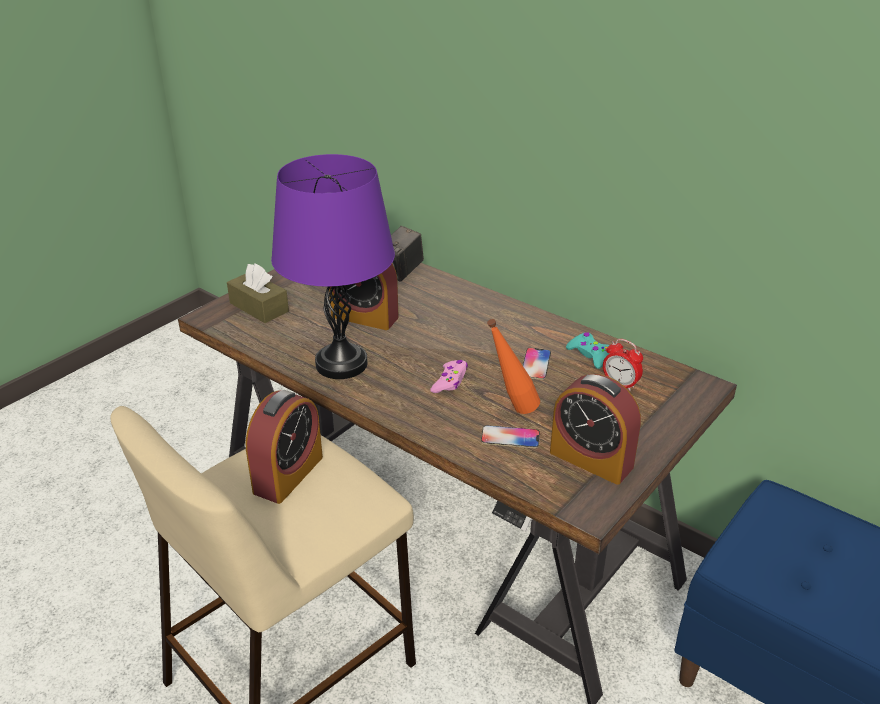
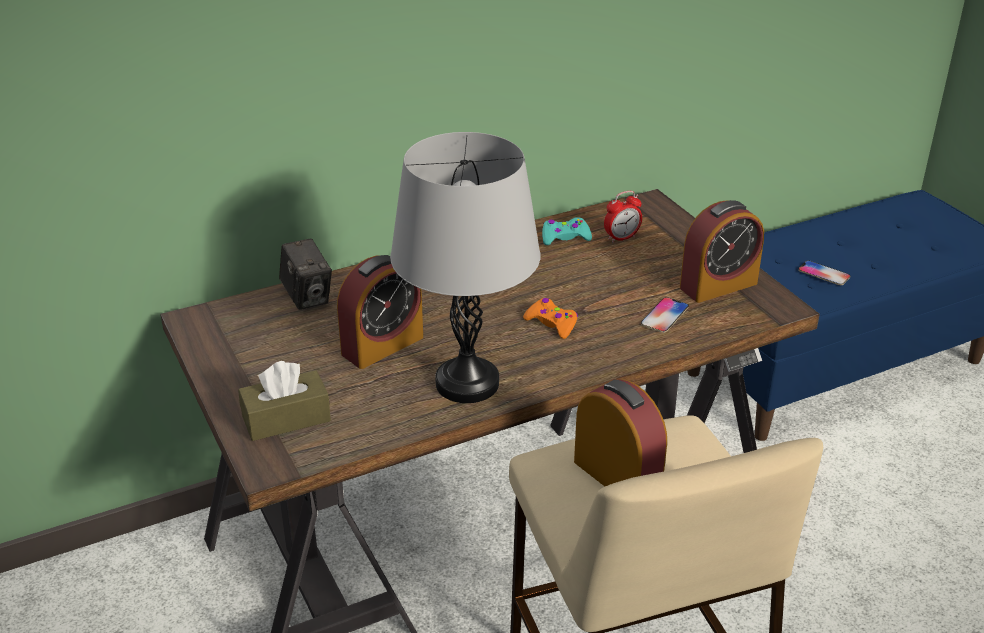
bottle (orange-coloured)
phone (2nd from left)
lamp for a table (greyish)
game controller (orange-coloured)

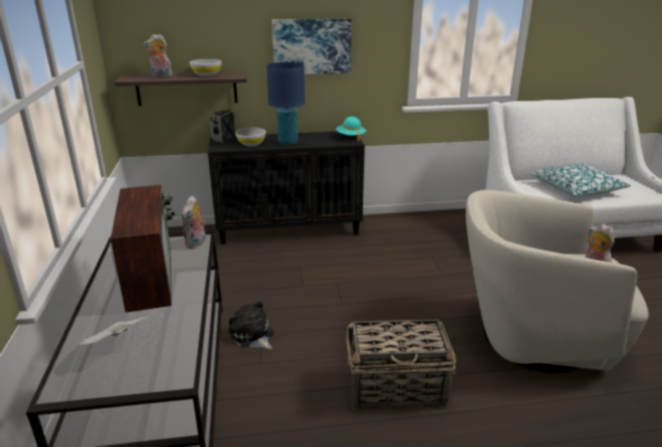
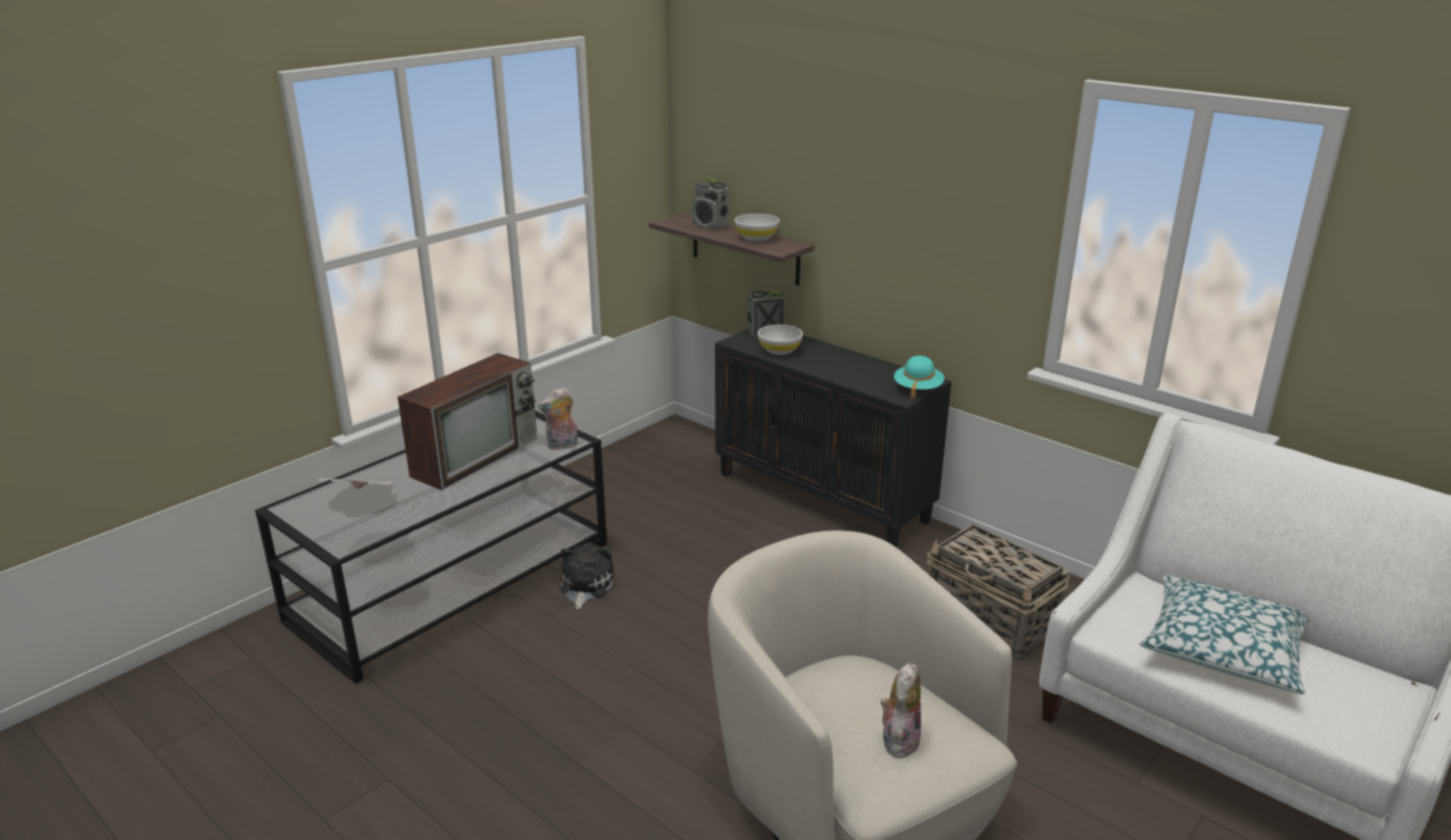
lamp for a table (blue)
picture
household basket
radio set (1st from left)

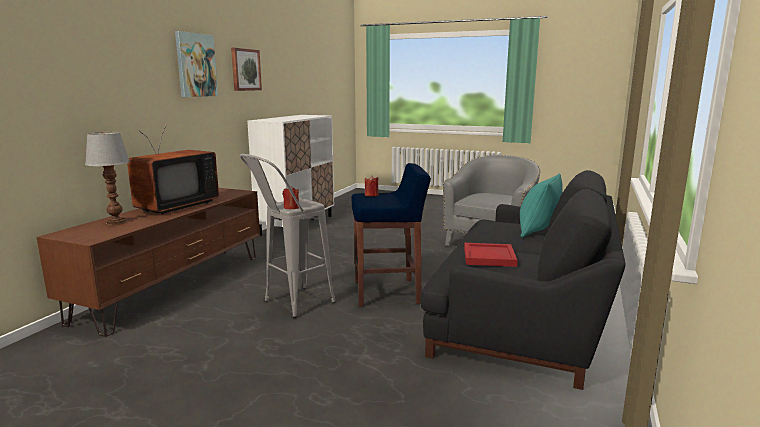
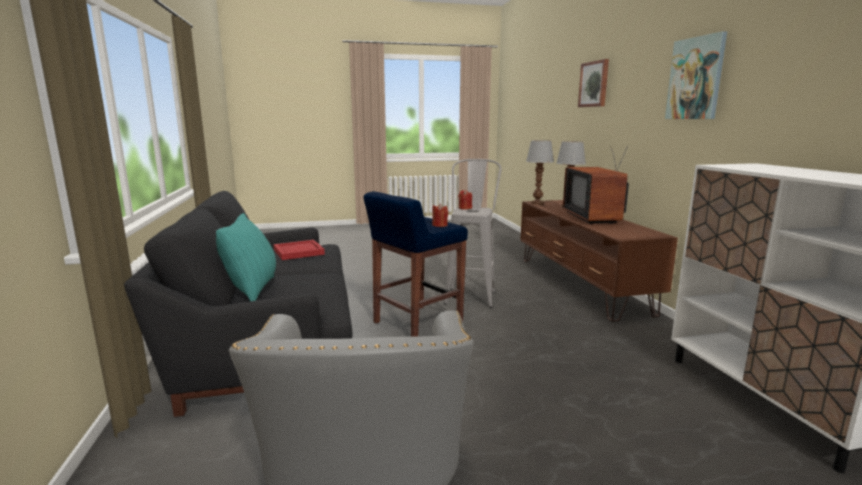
lamp for a table (1st from left)
picture (1st from left)

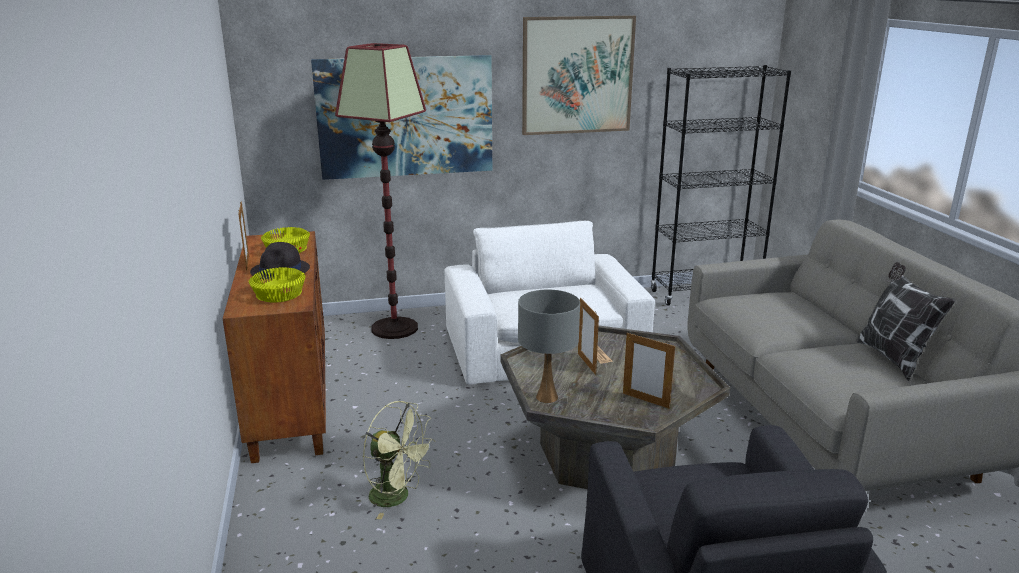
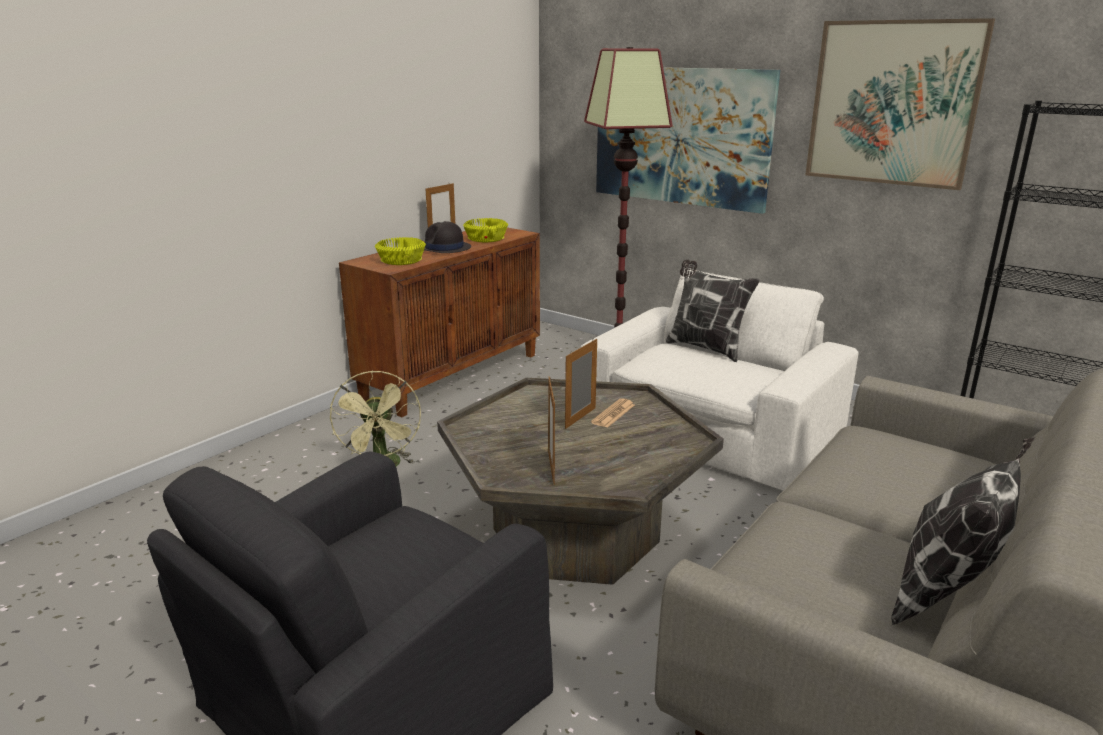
lamp for a table (greyish)
throw pillow (1st from left)

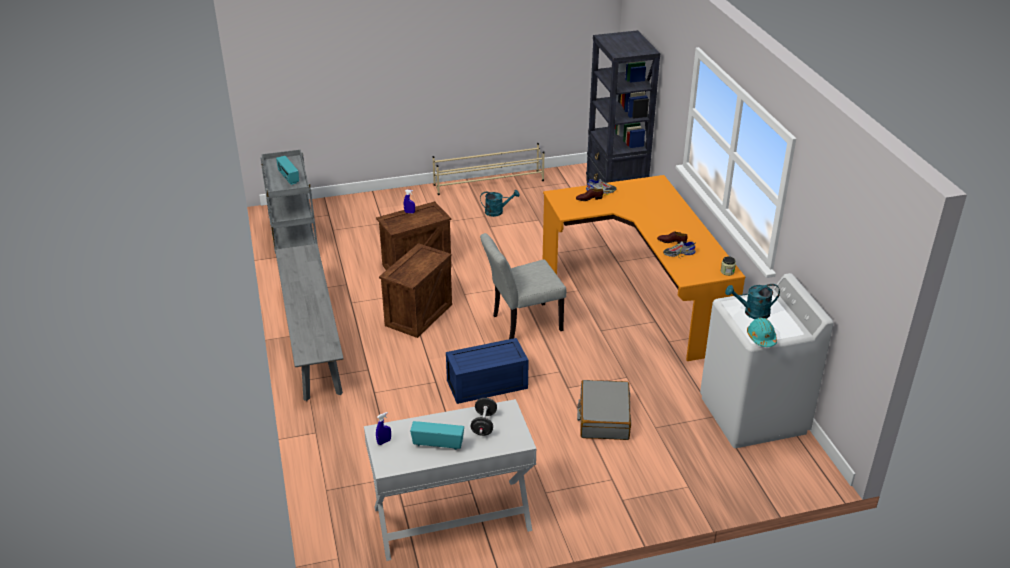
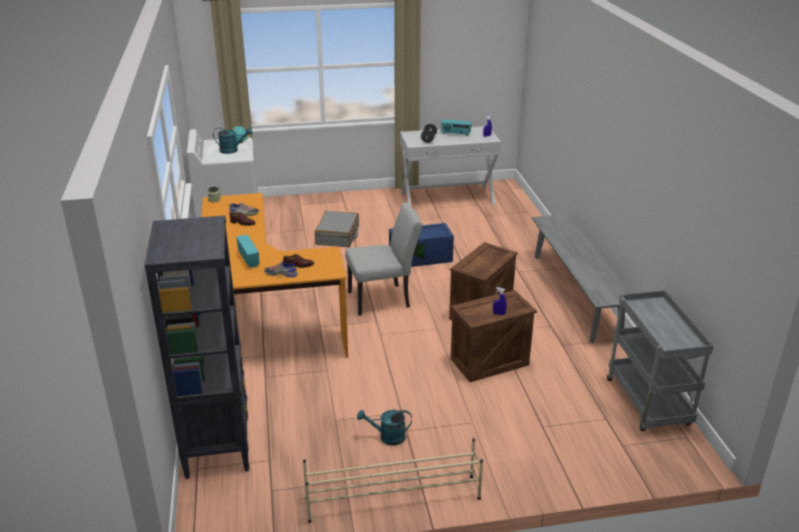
radio set (1st from left)

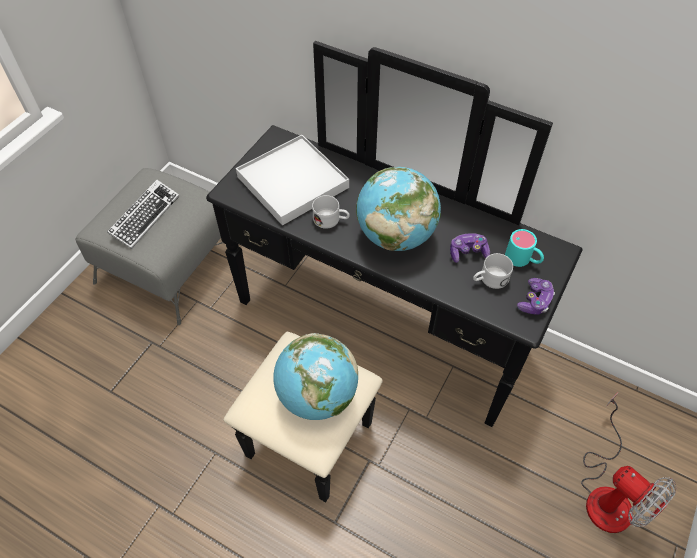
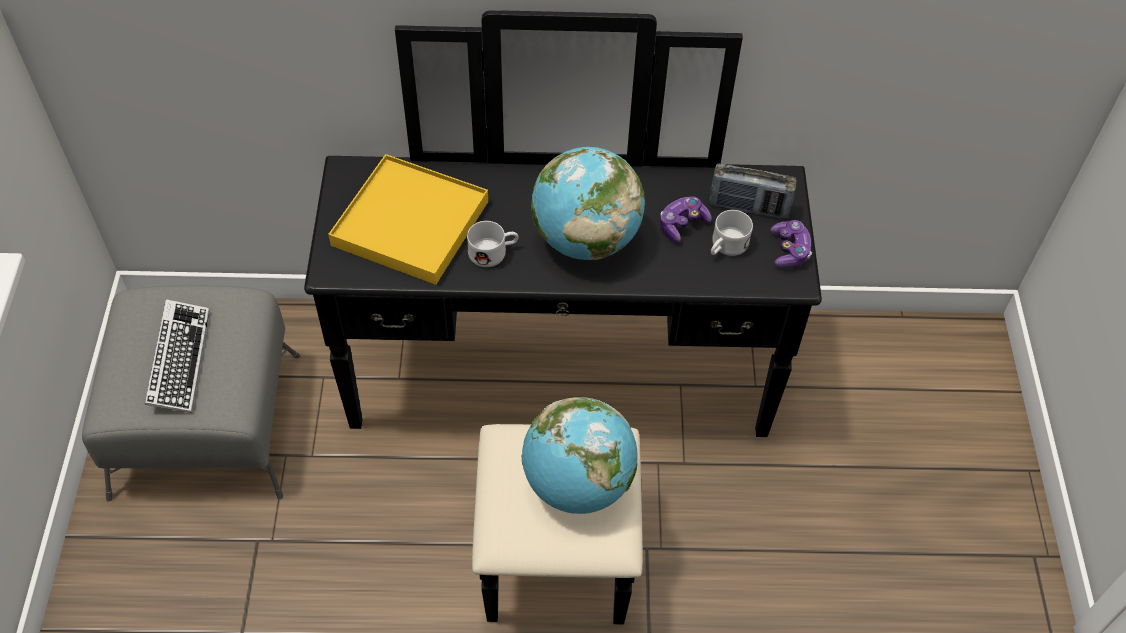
electric fan
radio set
serving tray (yellow-coloured)

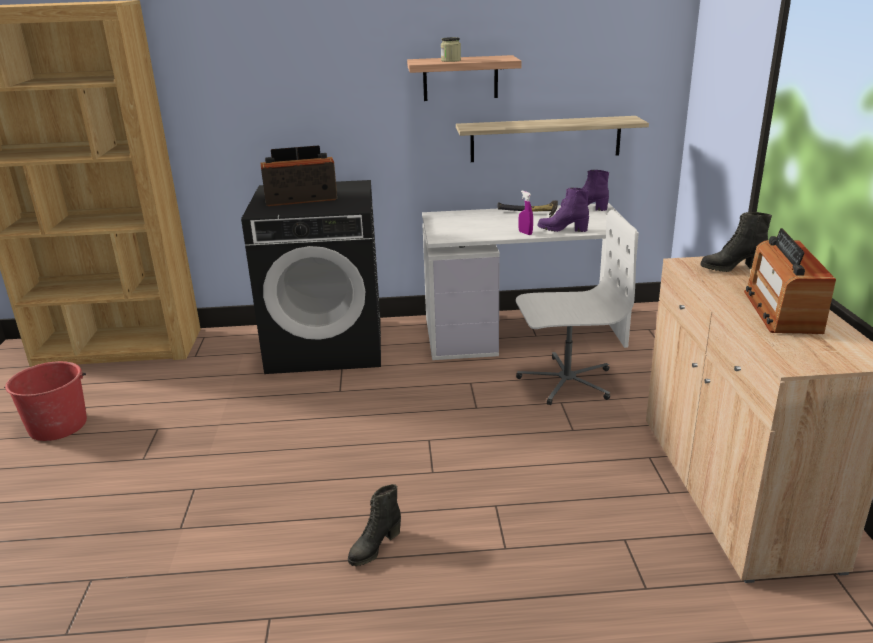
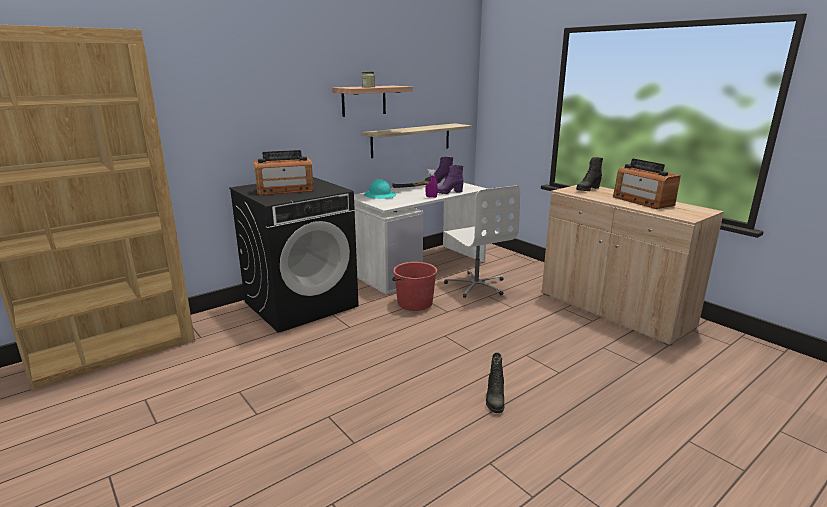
hard hat (turquoise-coloured)
pail (reddish)
radio set (1st from left)
office chair (whitish)

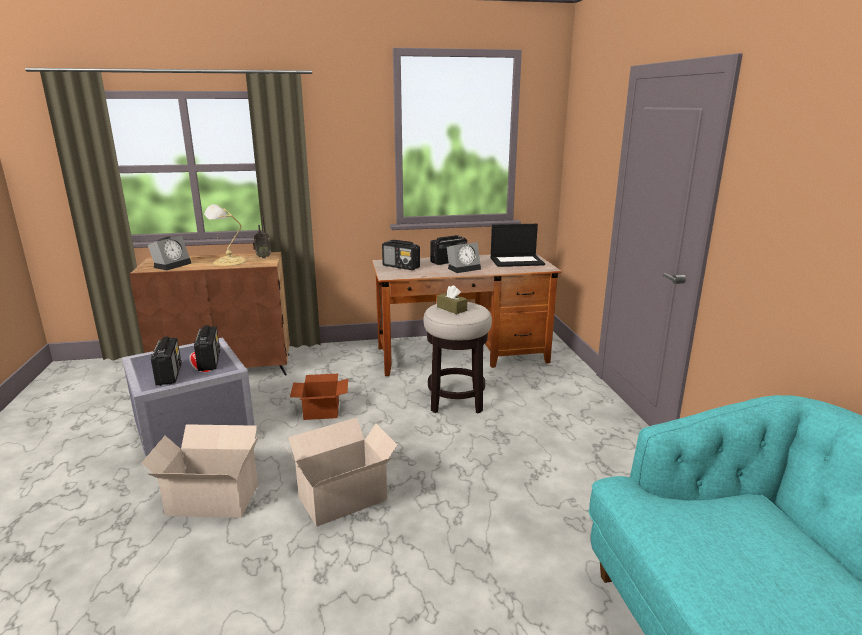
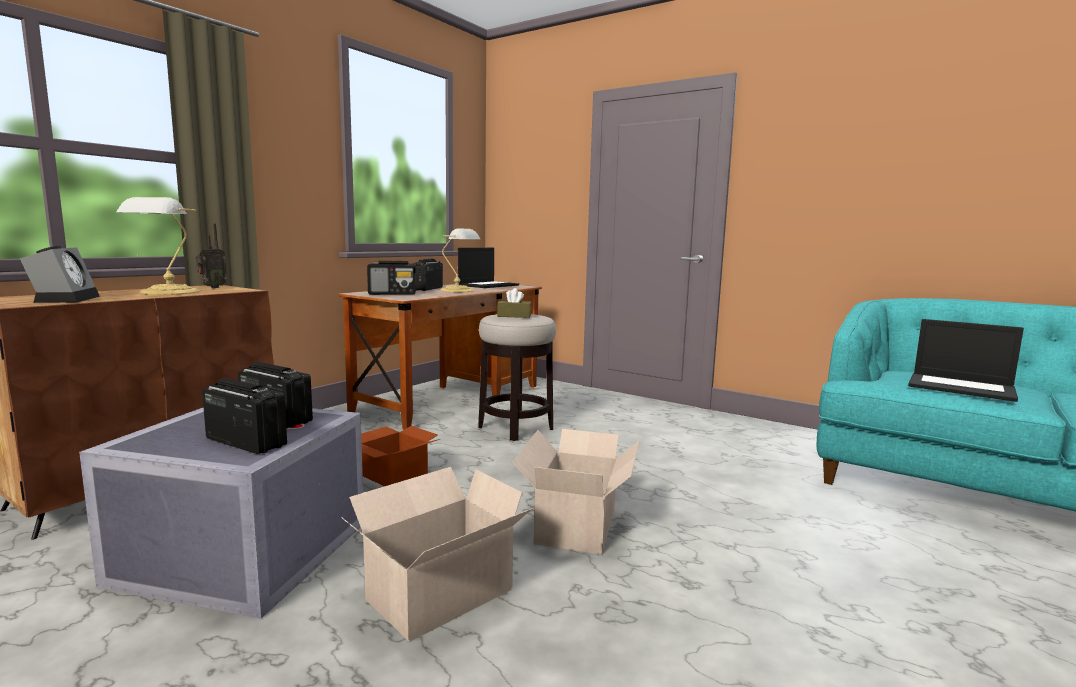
notebook computer (2nd from left)
lamp for a table (2nd from left)

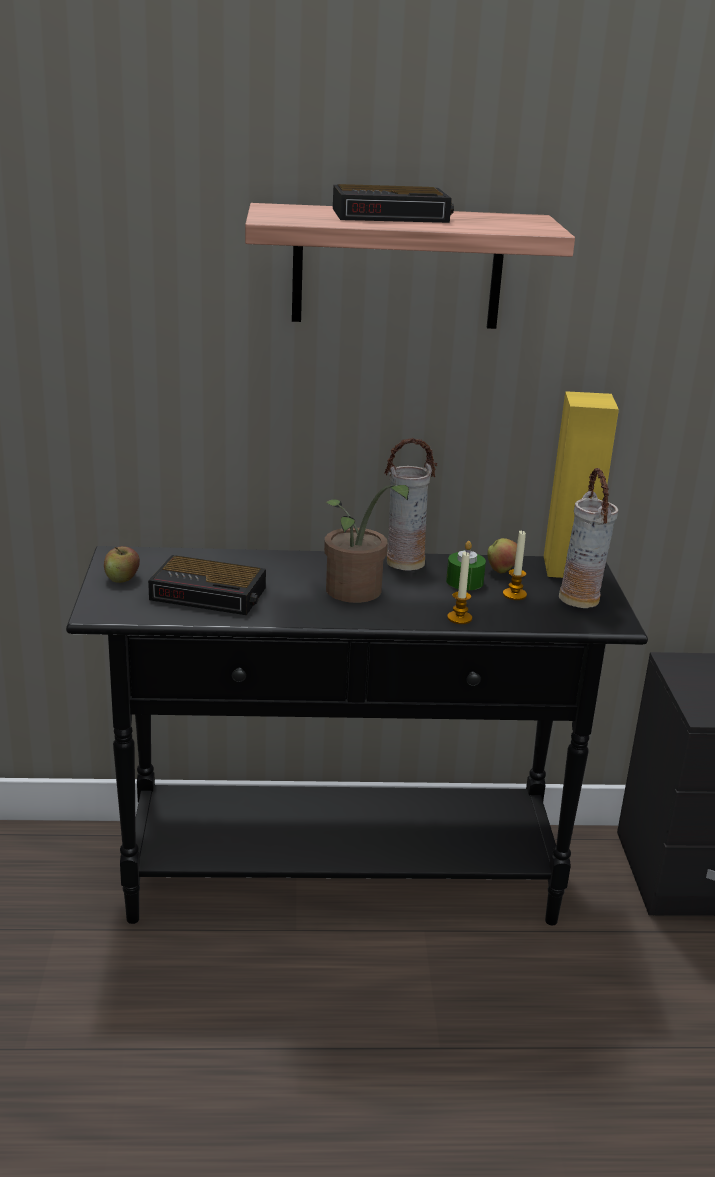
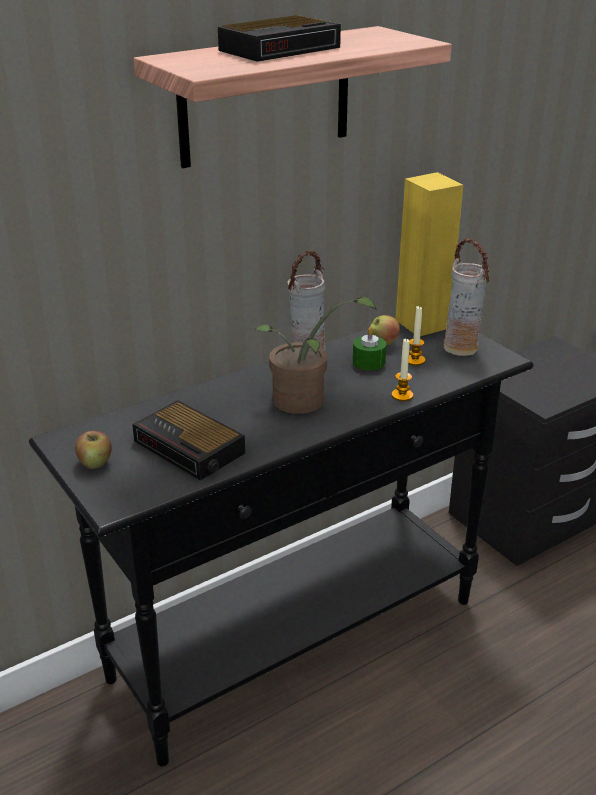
table clock (1st from left)

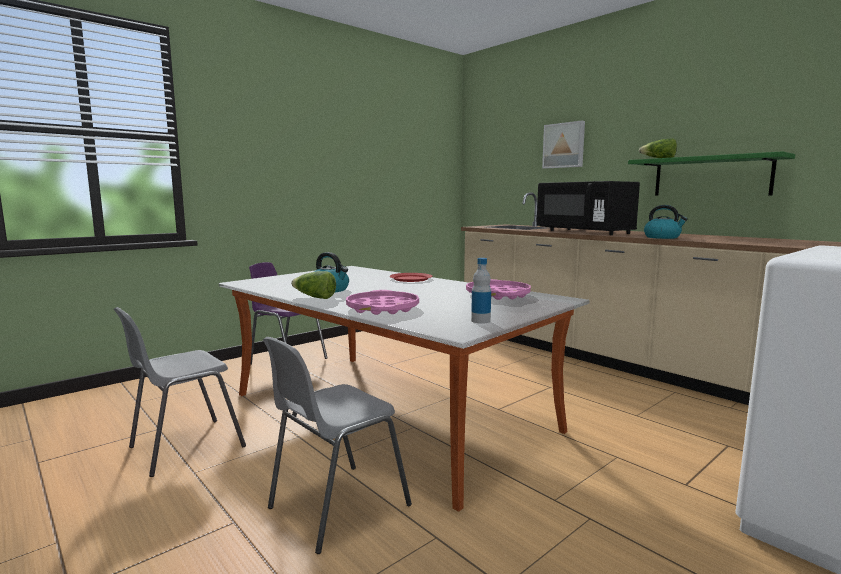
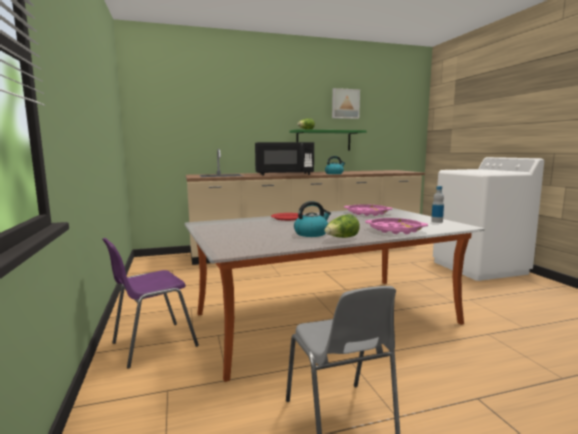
plain chair (greyish) (2nd from left in the first image)
picture

